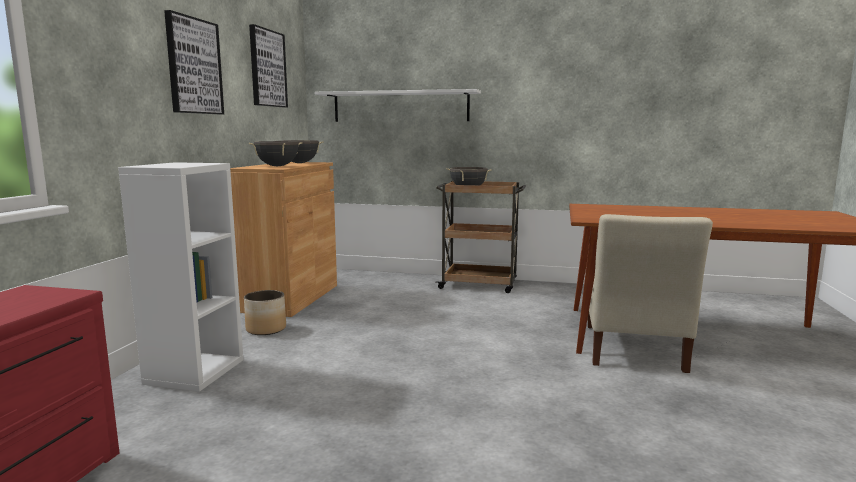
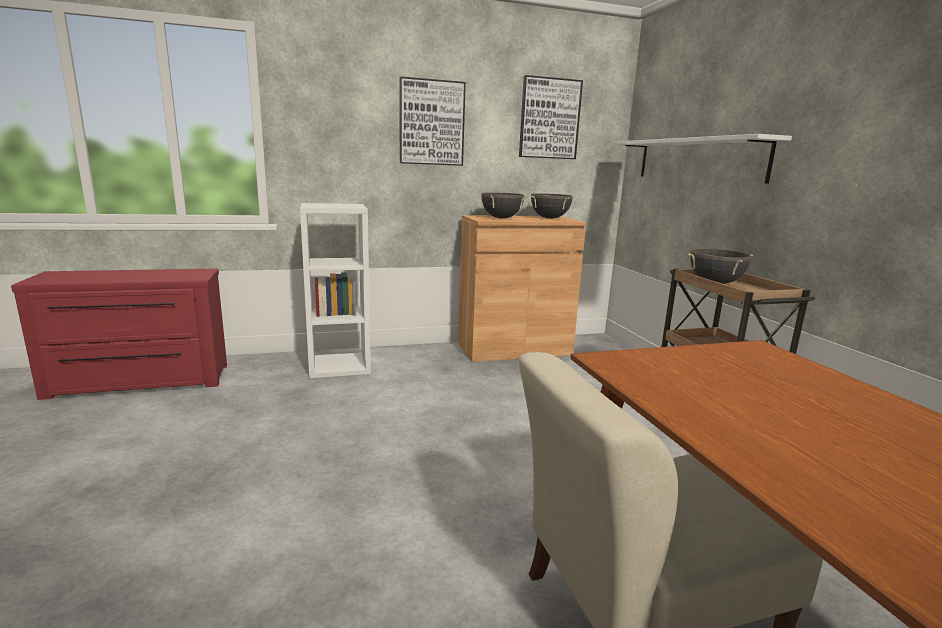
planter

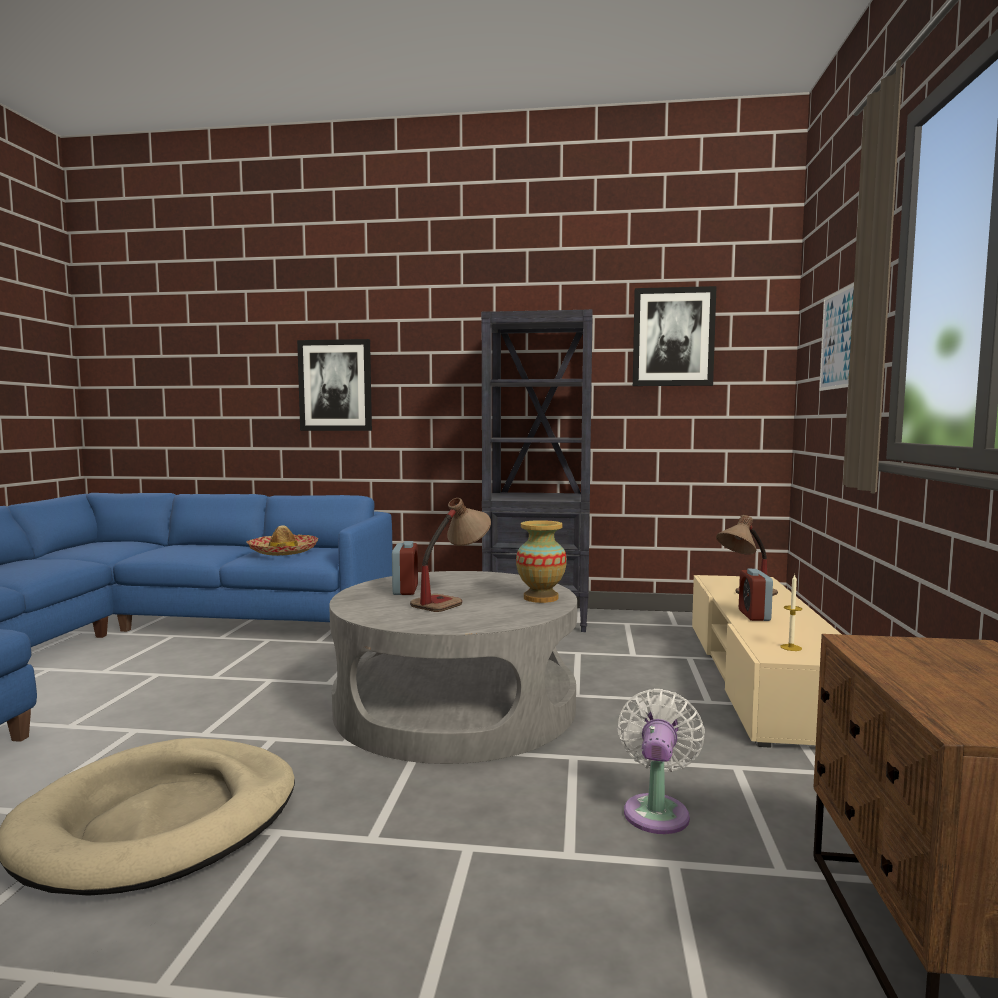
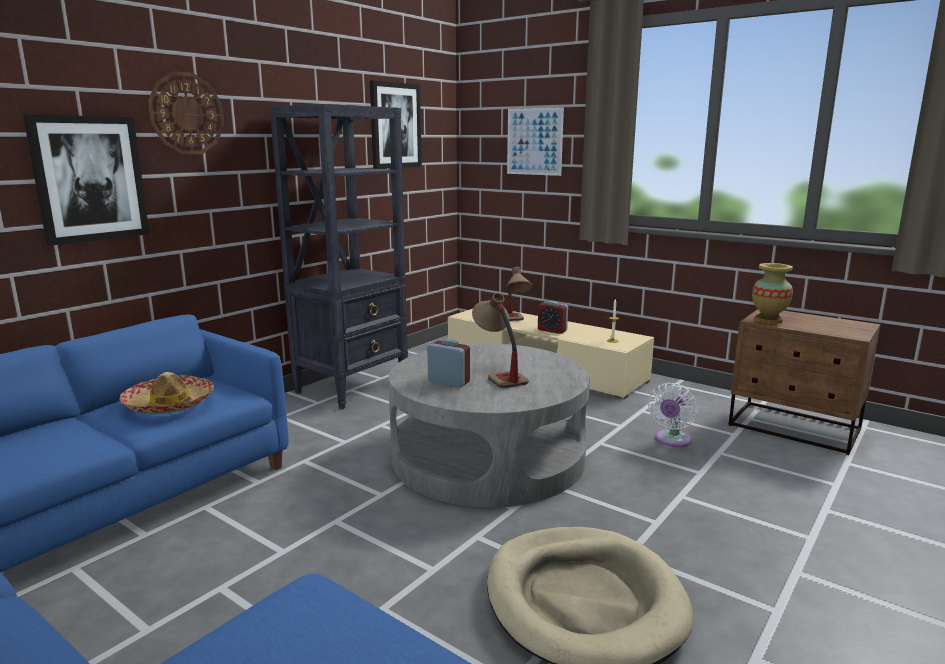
wall clock
decorative vase
electric fan (whitish)

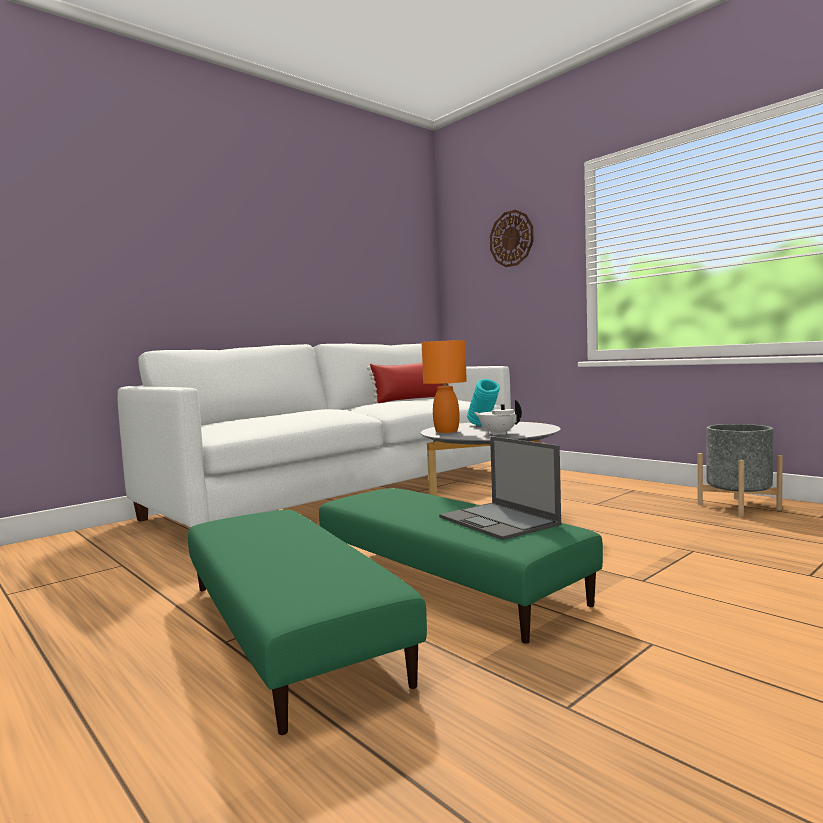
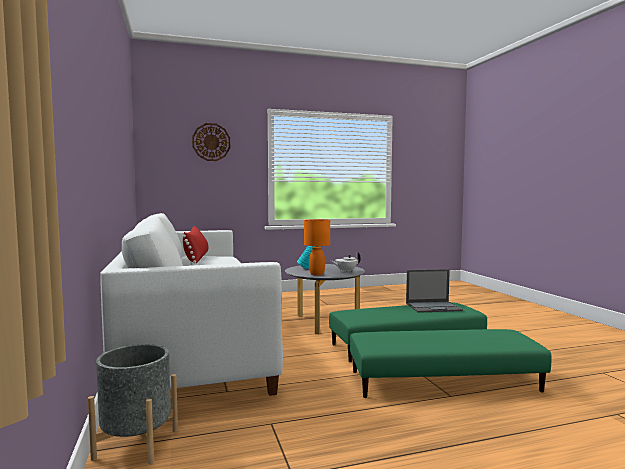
planter (greyish)

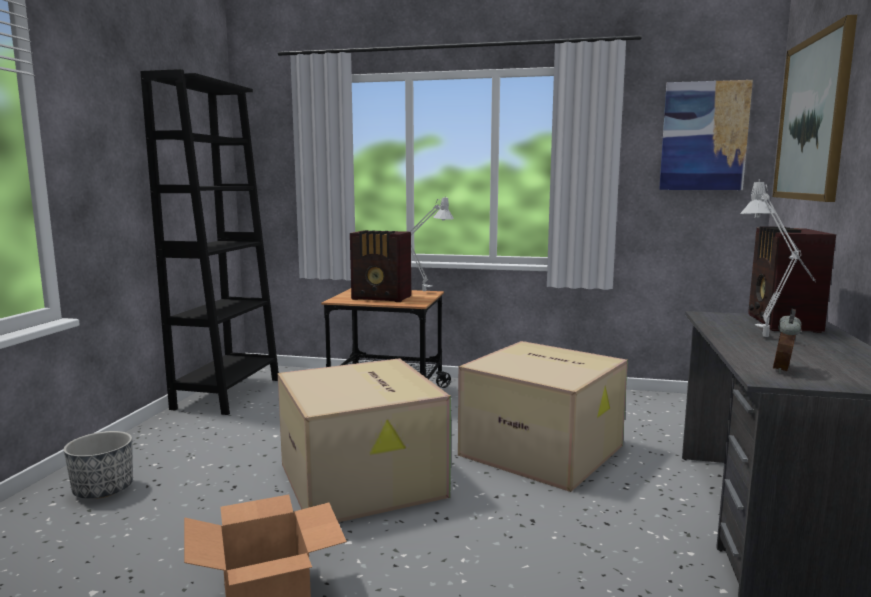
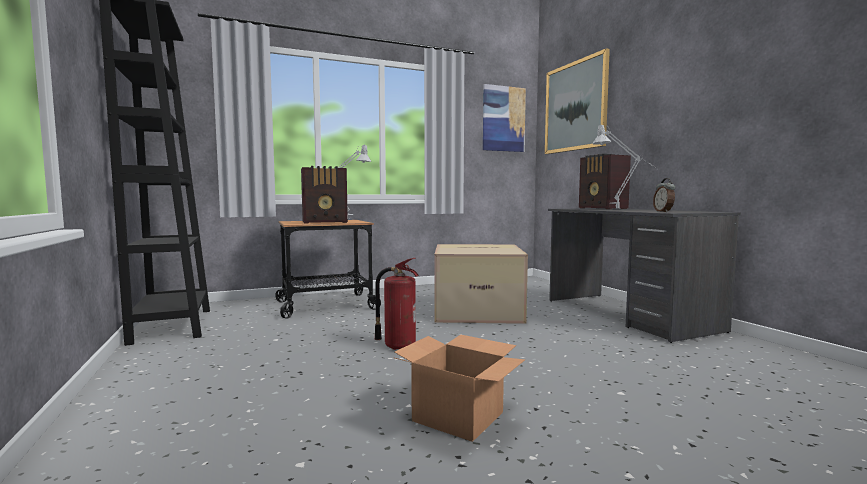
planter
extinguisher

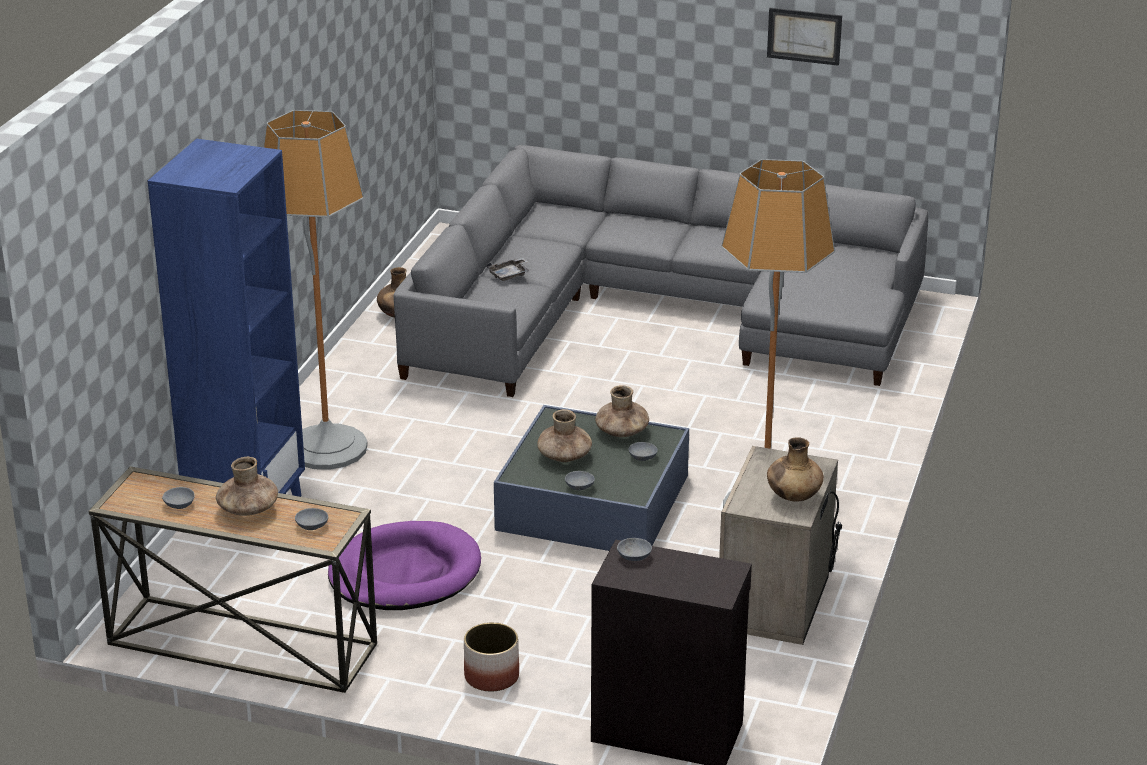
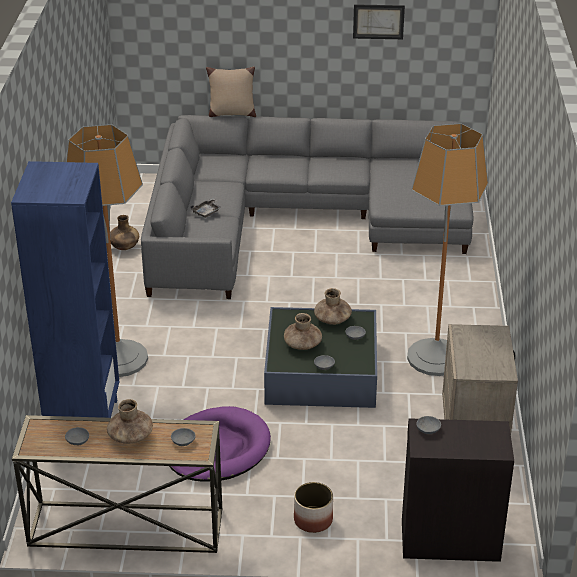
decorative vase (brownish) (5th from left in the first image)
throw pillow (sand-coloured)

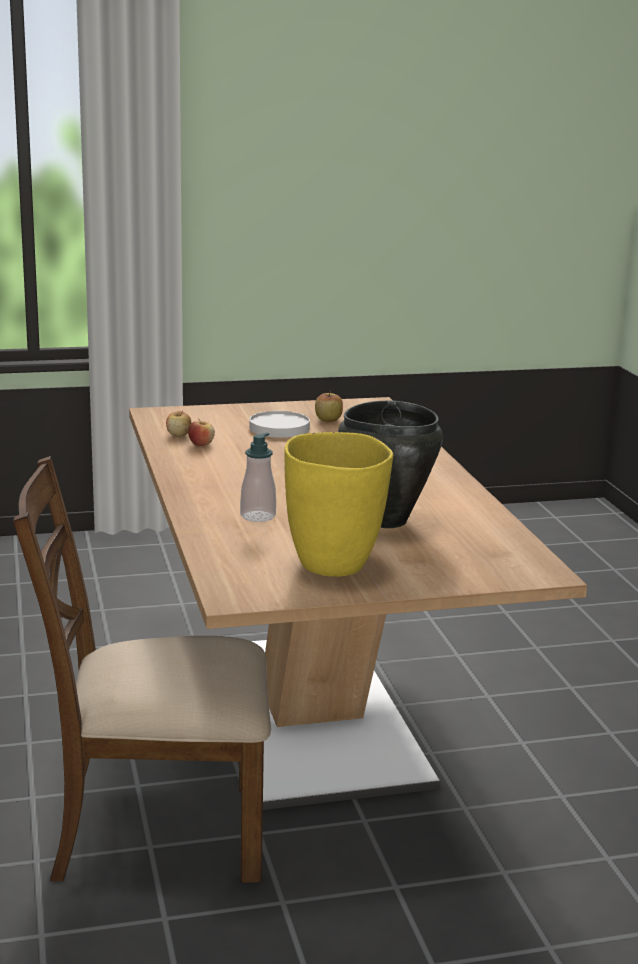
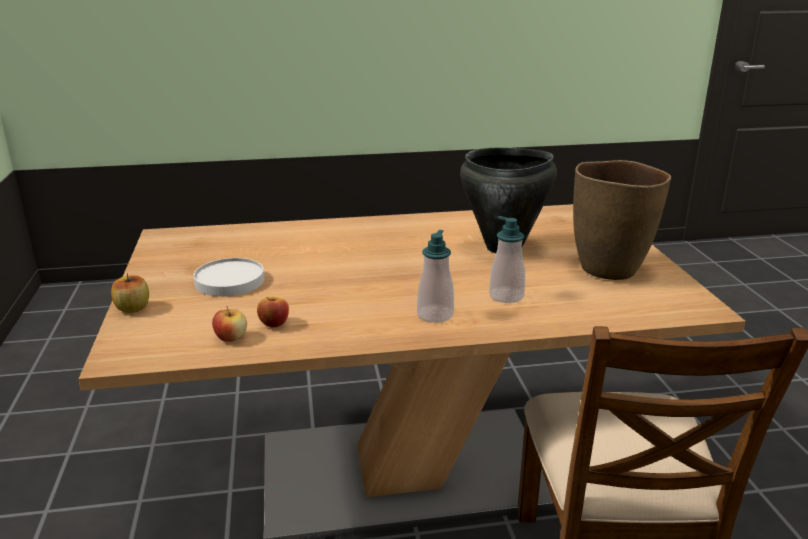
soap bottle (1st from left)
apple fruit (1st from left)
decorative vase (brownish)

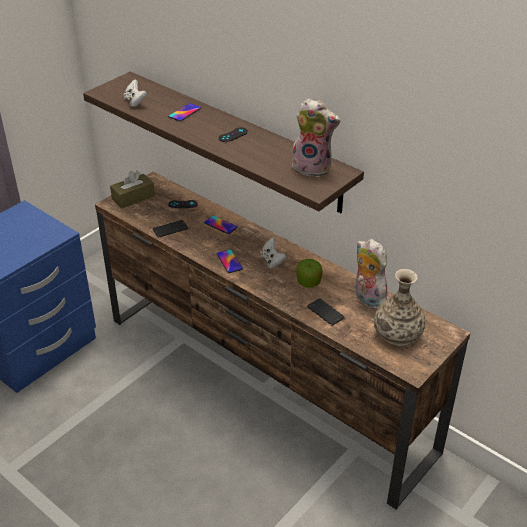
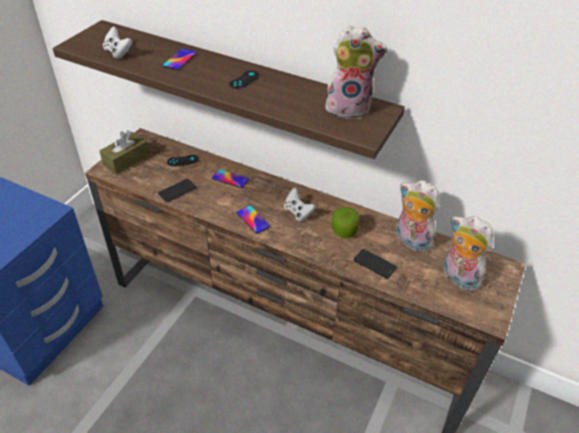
cuddly toy (3rd from left)

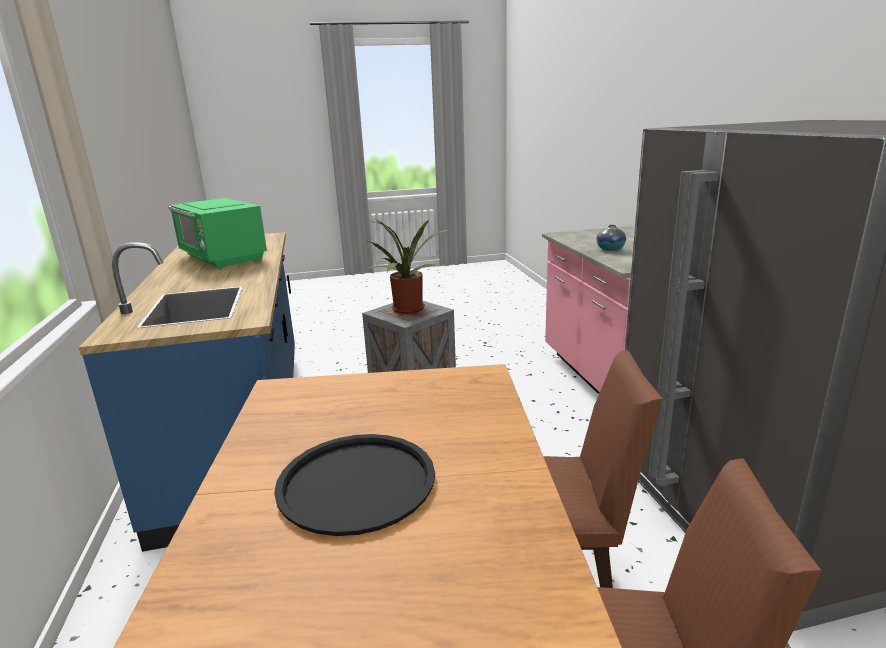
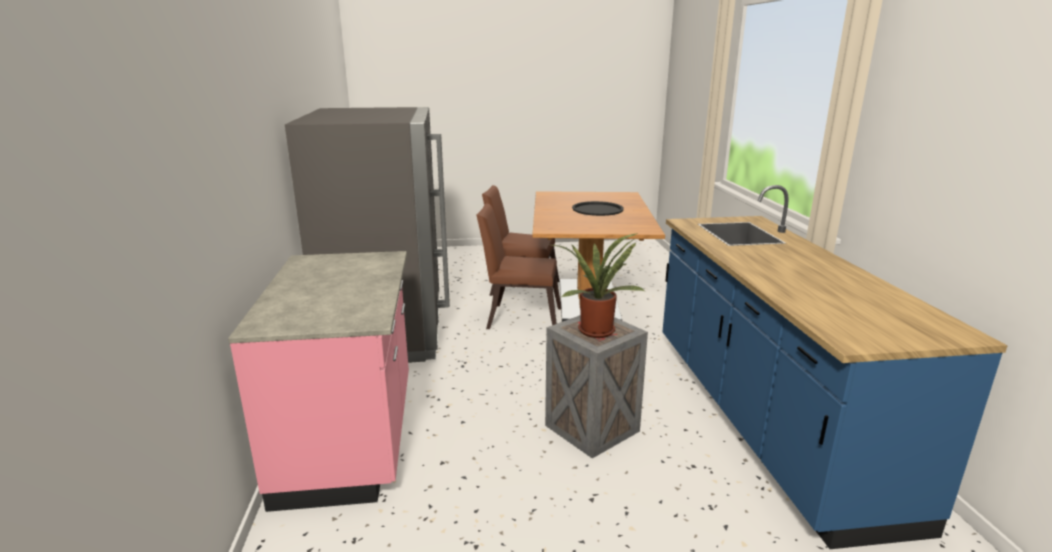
microwave (greenish)
decorative vase

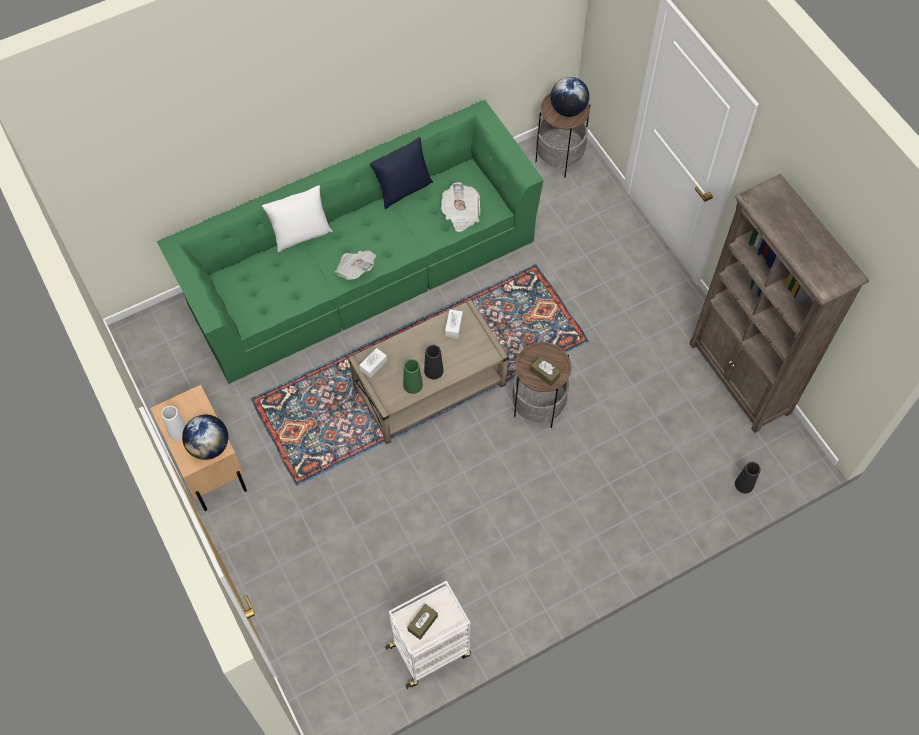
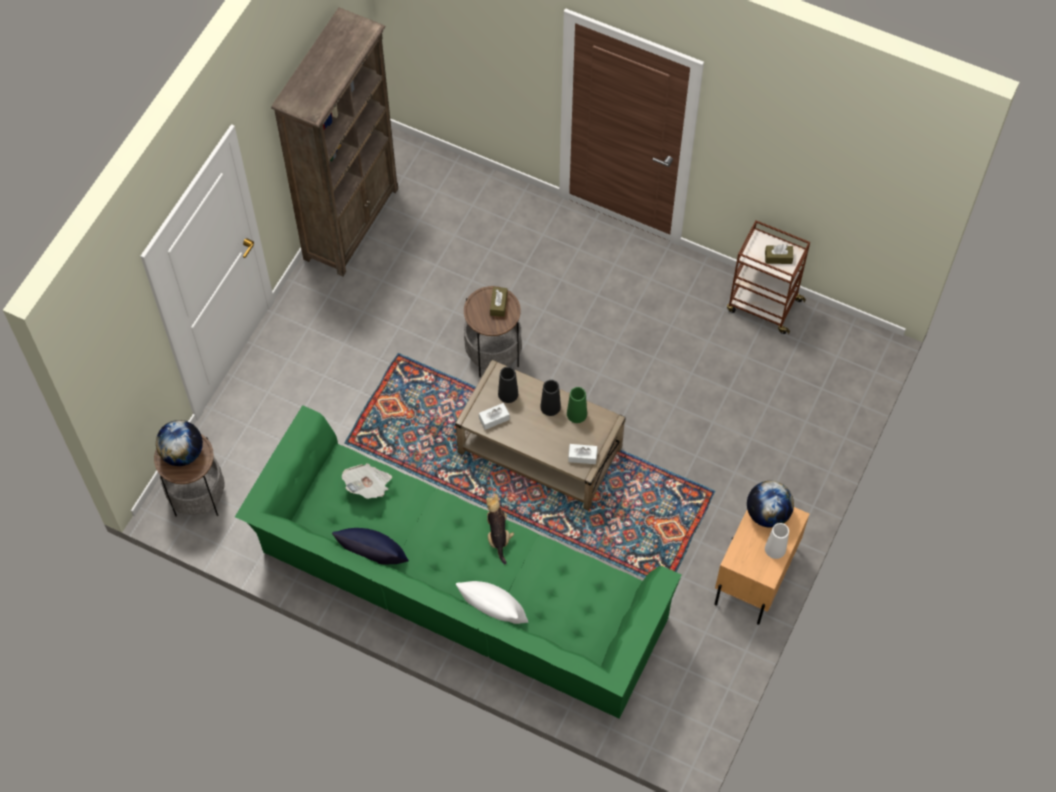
decorative vase (black-coloured) (1st from left)
cuddly toy
trolley (brownish)

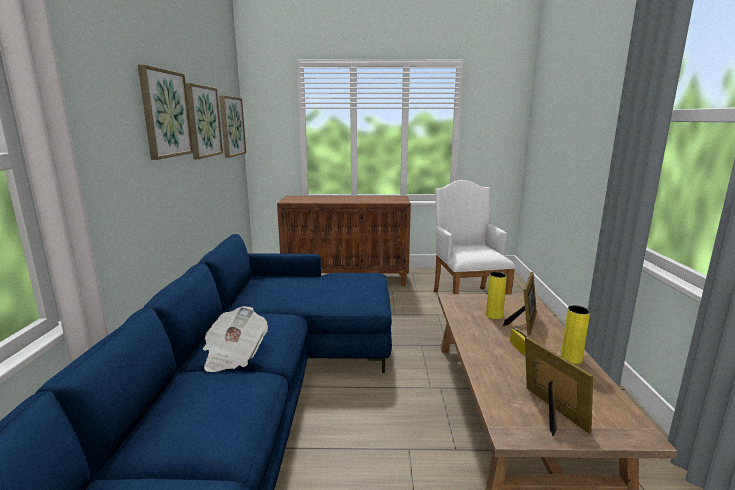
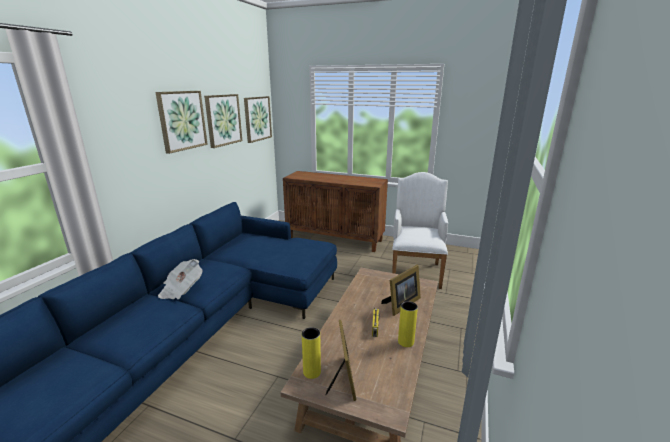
decorative vase (yellow-coloured) (1st from left)

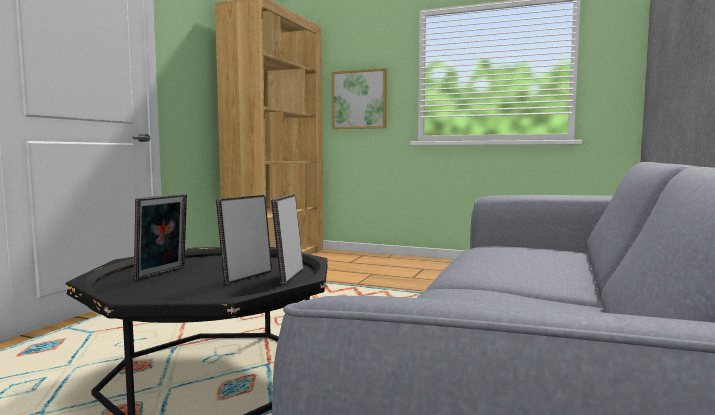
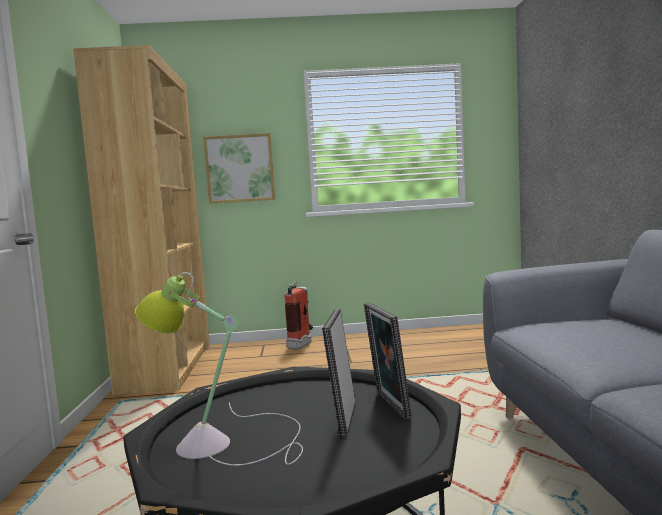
extinguisher
lamp for a table

